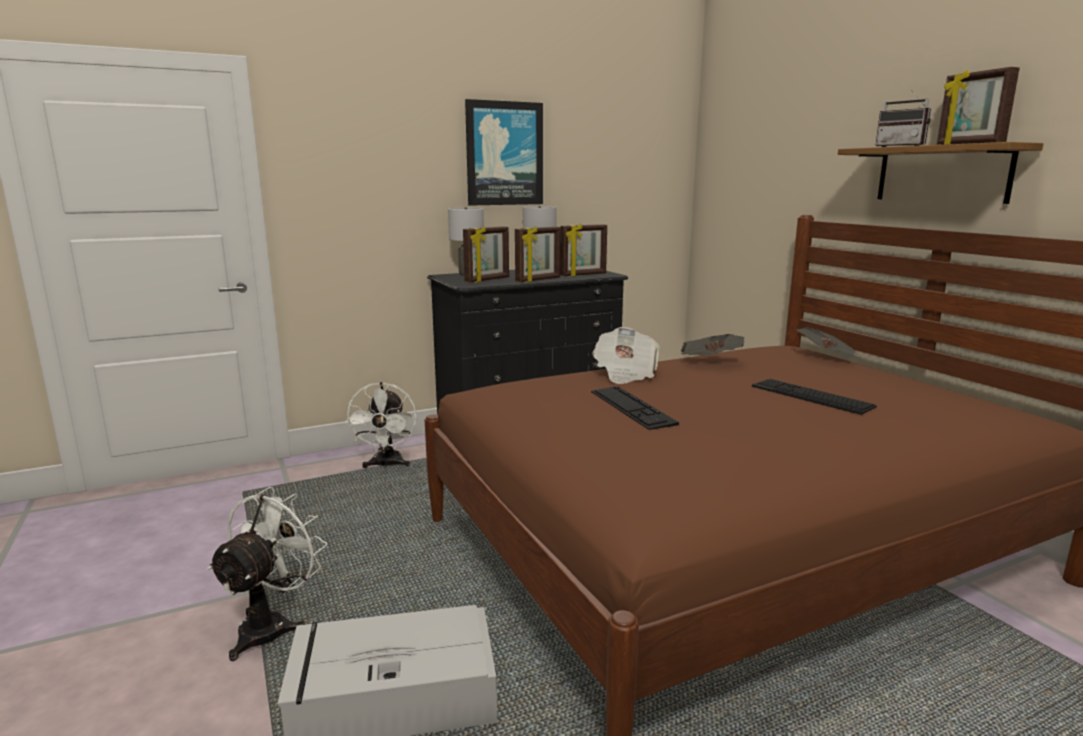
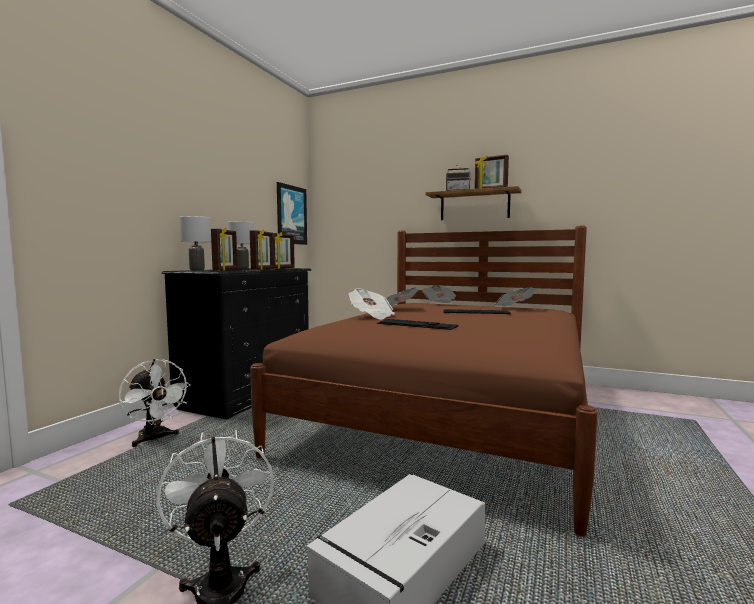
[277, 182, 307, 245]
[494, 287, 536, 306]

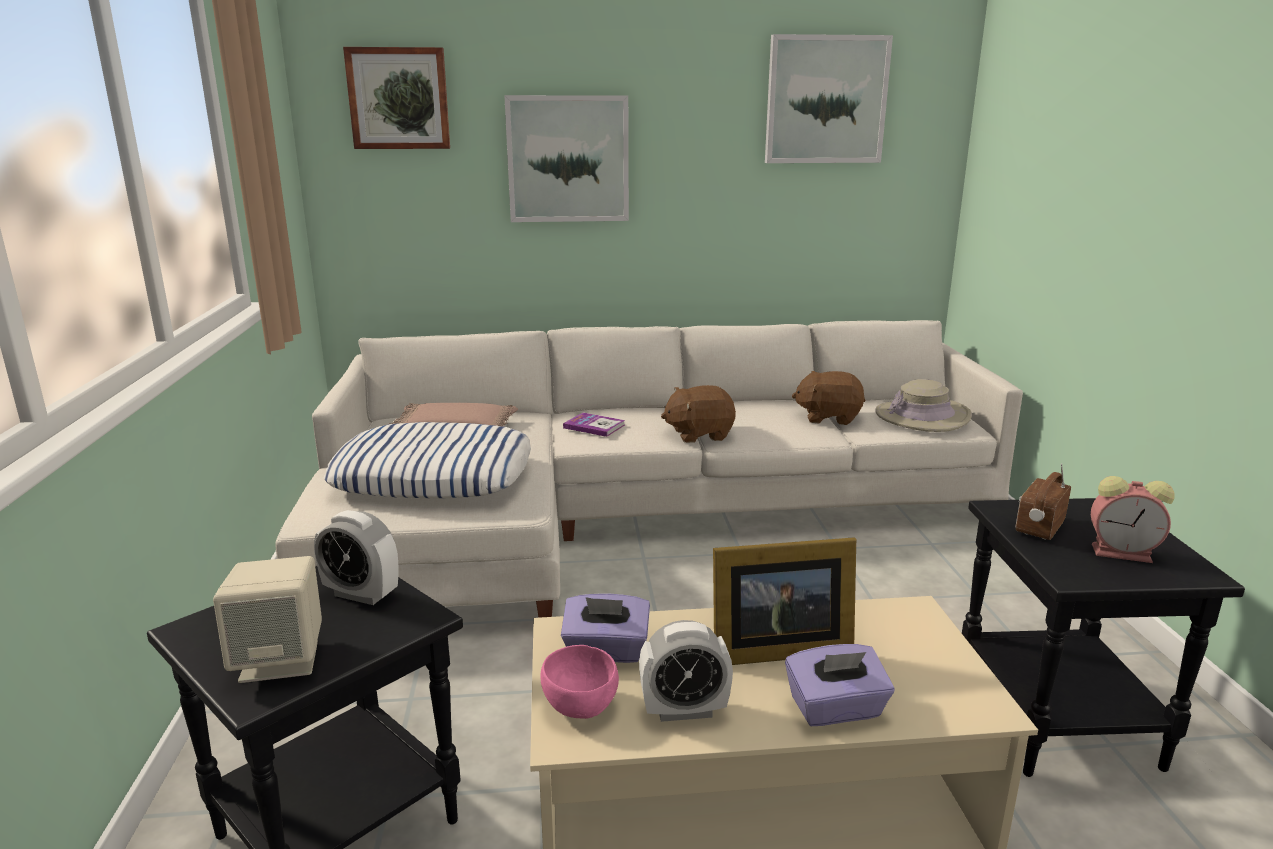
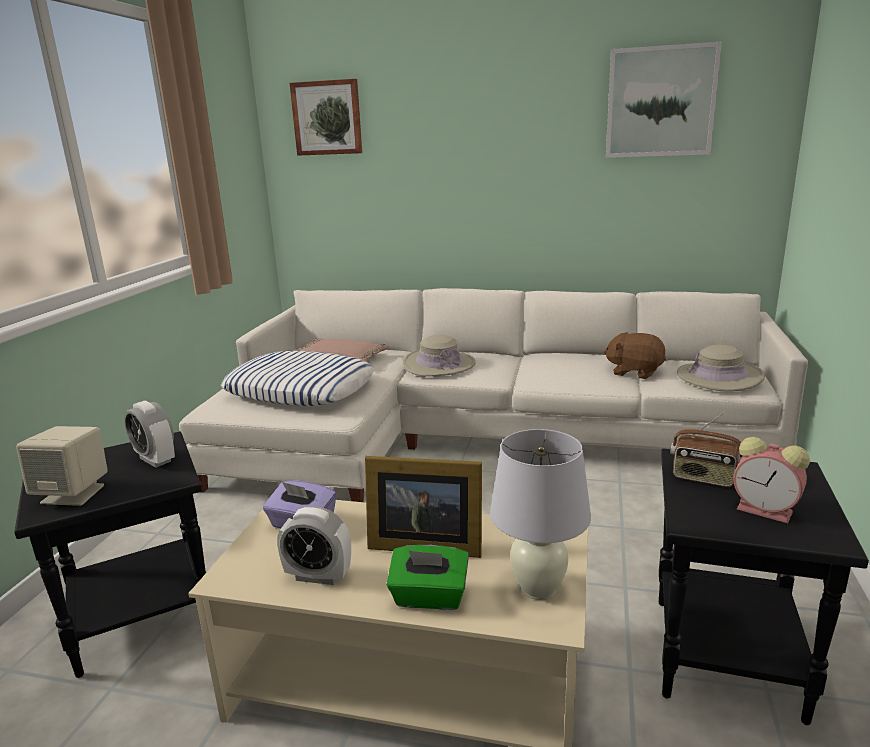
[504, 95, 629, 222] (first image)
[540, 645, 619, 719] (first image)
[403, 335, 476, 377]
[661, 385, 736, 443] (first image)
[386, 545, 469, 610]
[670, 412, 744, 487]
[490, 429, 591, 600]

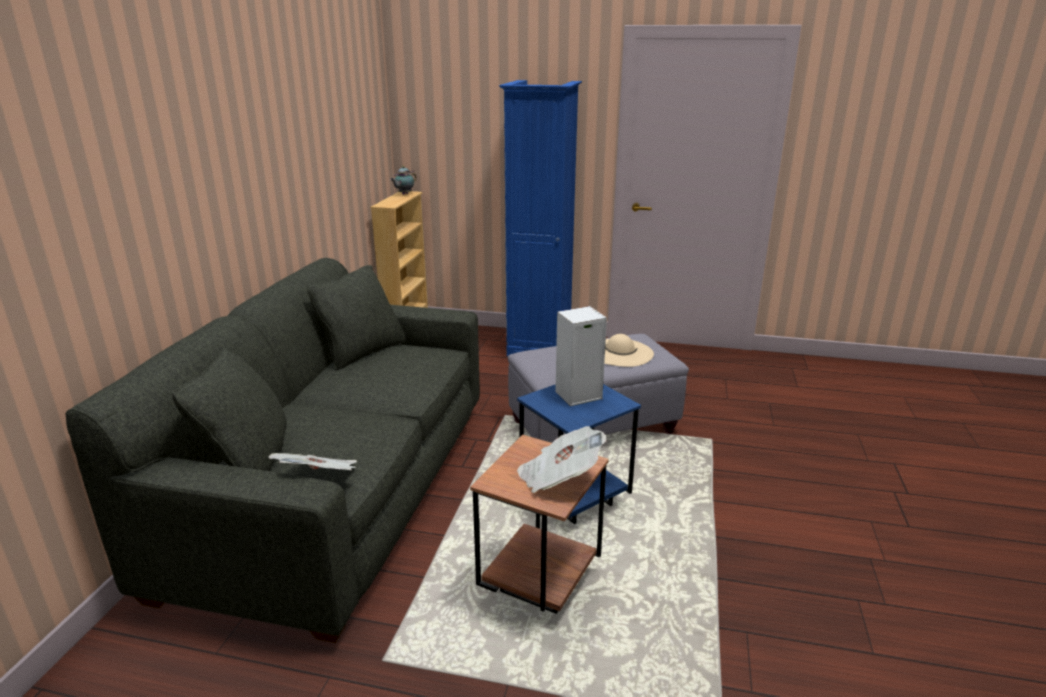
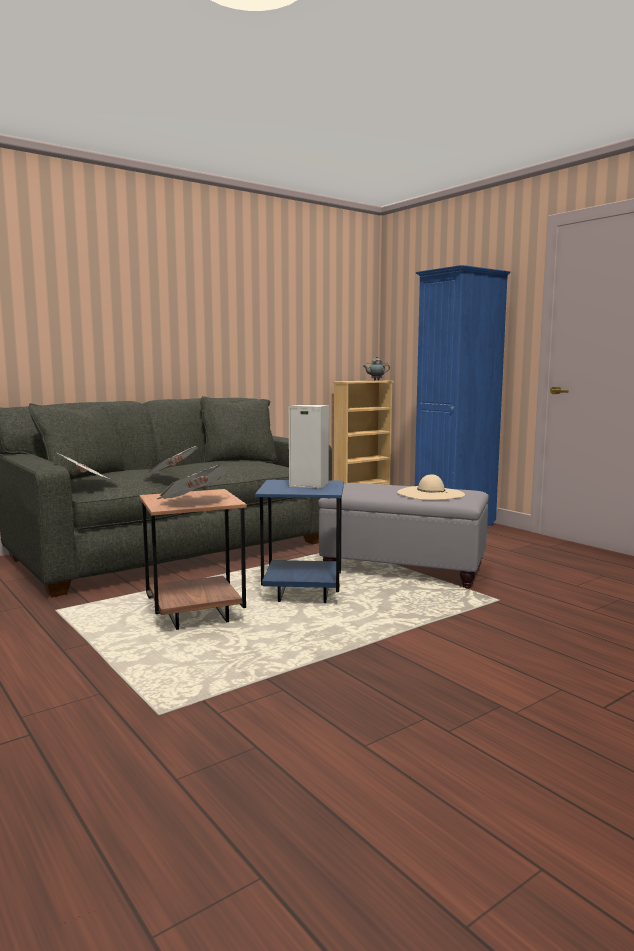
[145, 446, 198, 475]

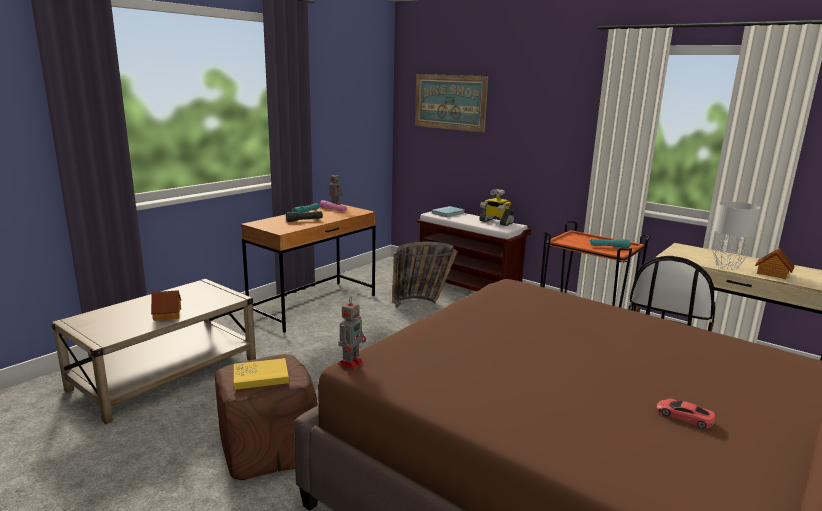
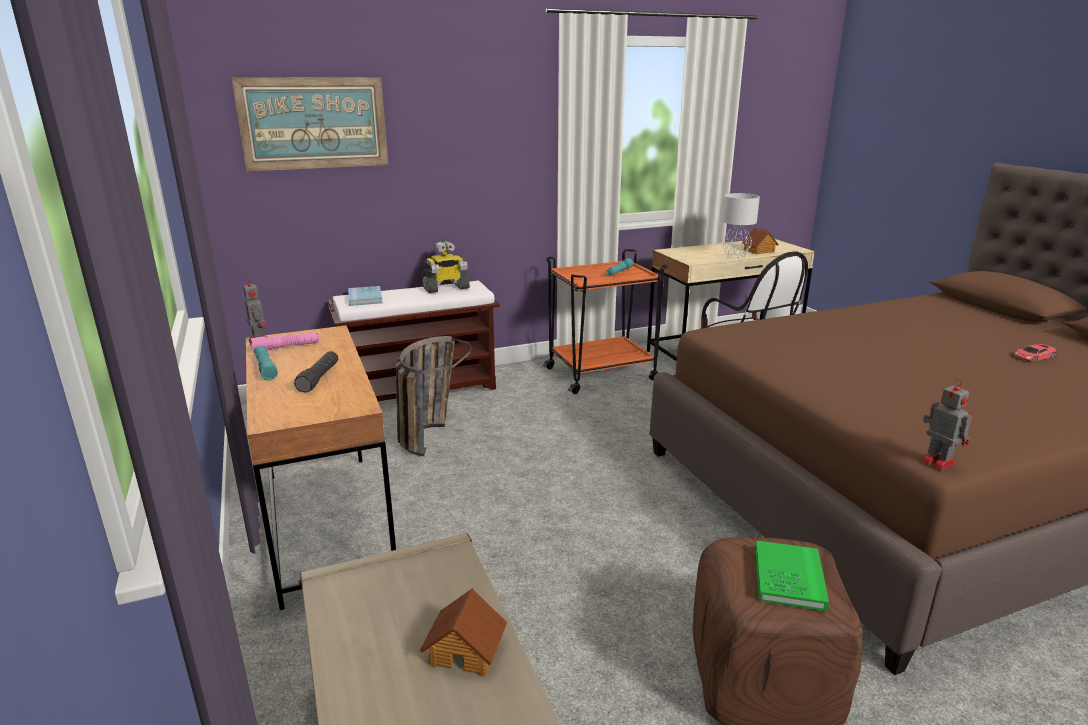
[755, 540, 829, 611]

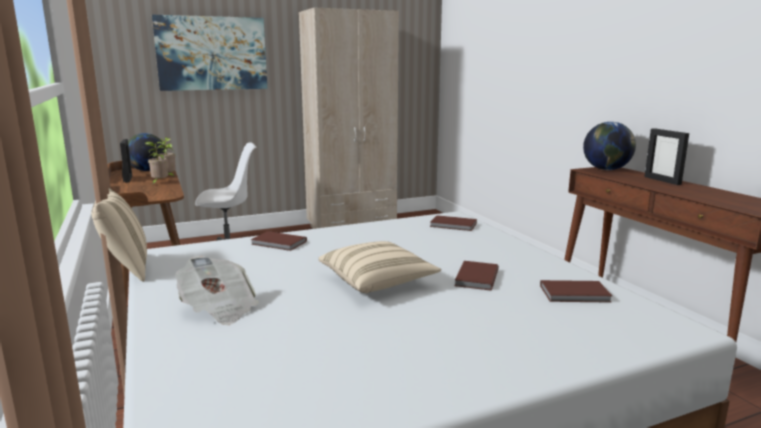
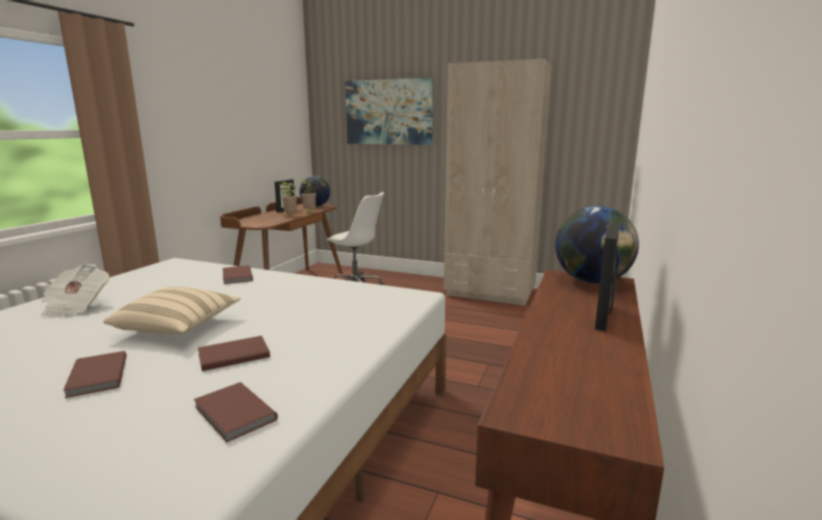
[91, 188, 147, 282] (first image)
[63, 351, 127, 398]

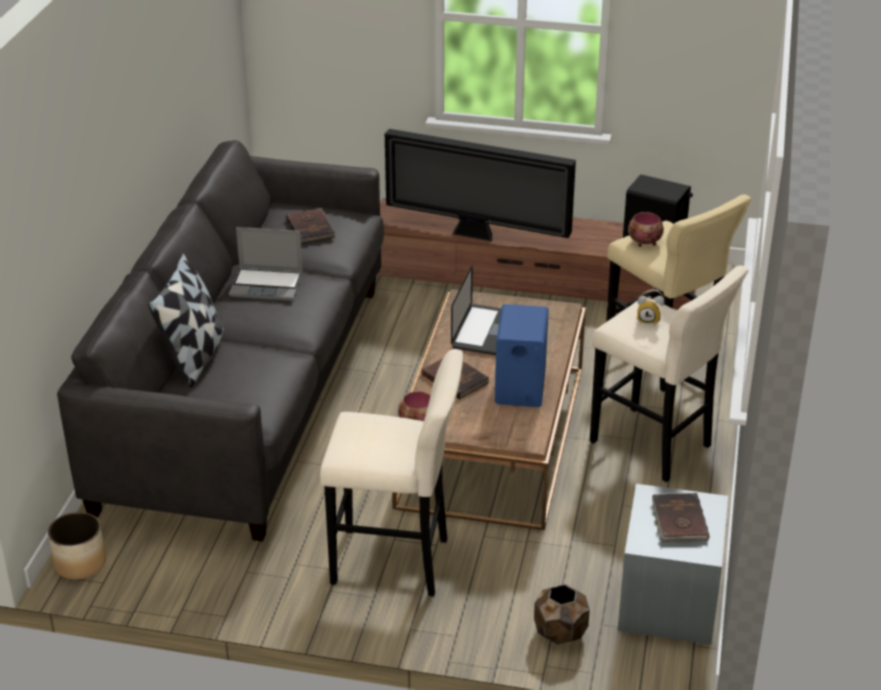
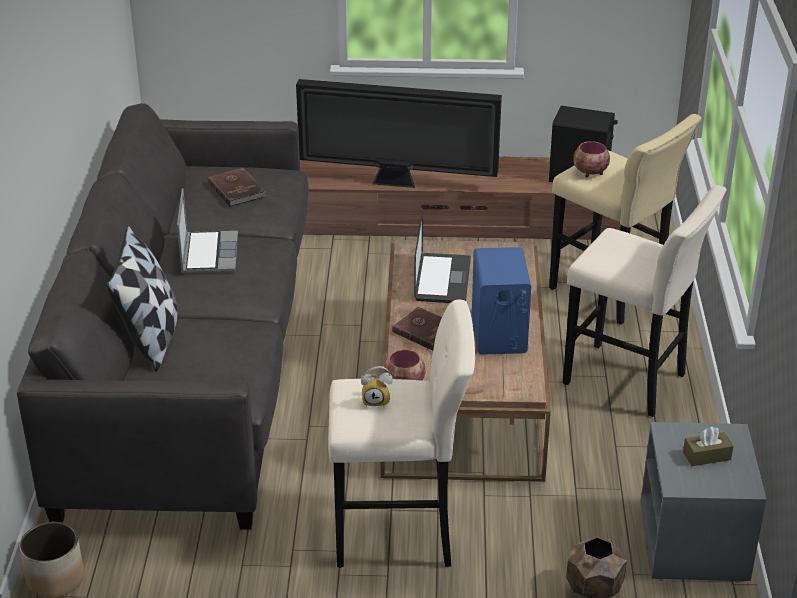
[177, 188, 238, 273]
[361, 366, 393, 407]
[683, 427, 734, 466]

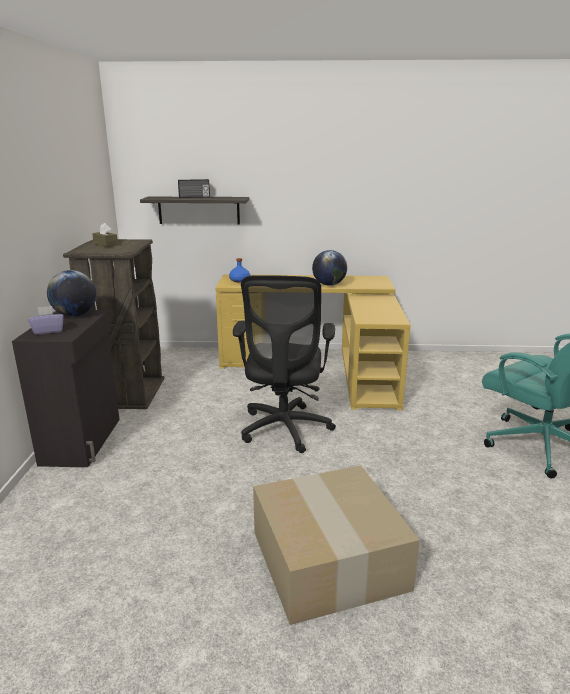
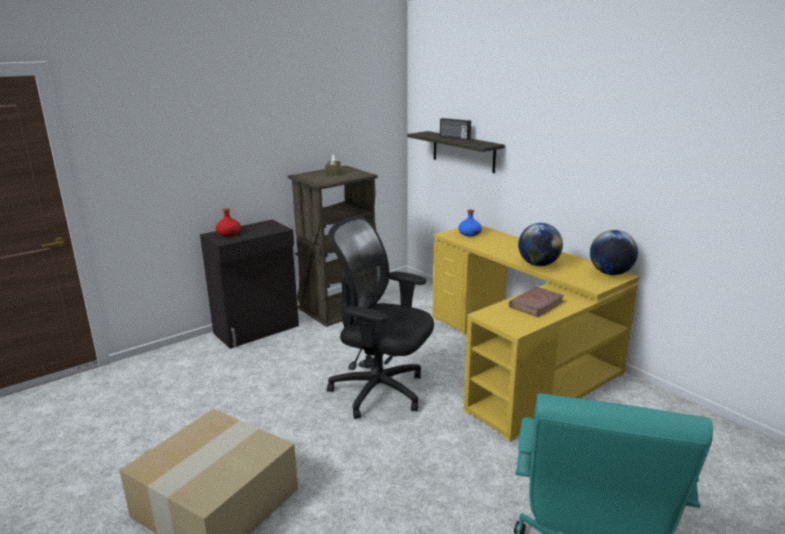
[216, 208, 241, 236]
[590, 230, 638, 275]
[327, 215, 434, 419]
[509, 287, 564, 317]

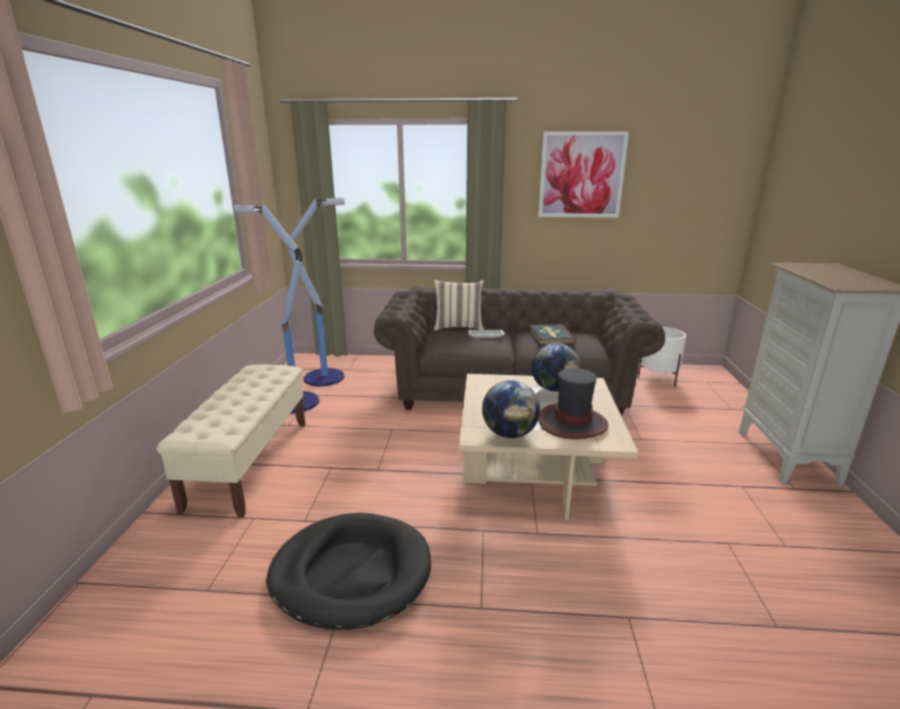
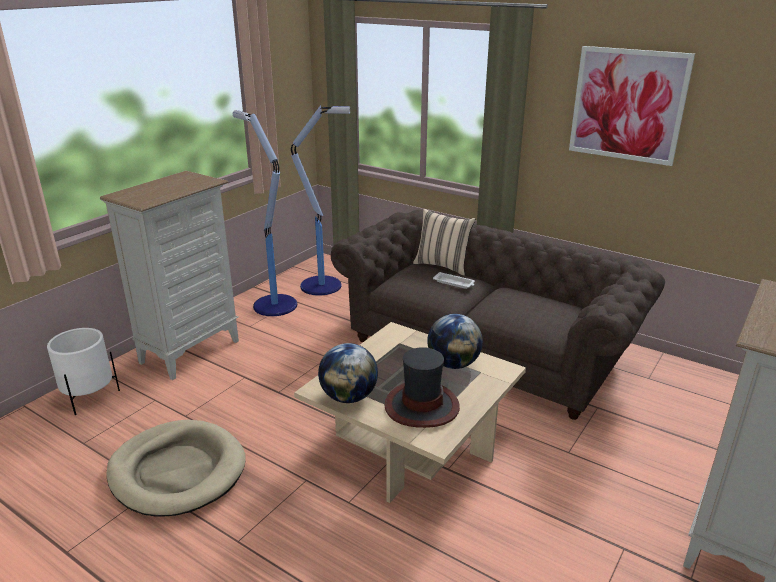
[100, 171, 239, 380]
[106, 420, 246, 516]
[529, 324, 576, 345] (first image)
[47, 328, 120, 415]

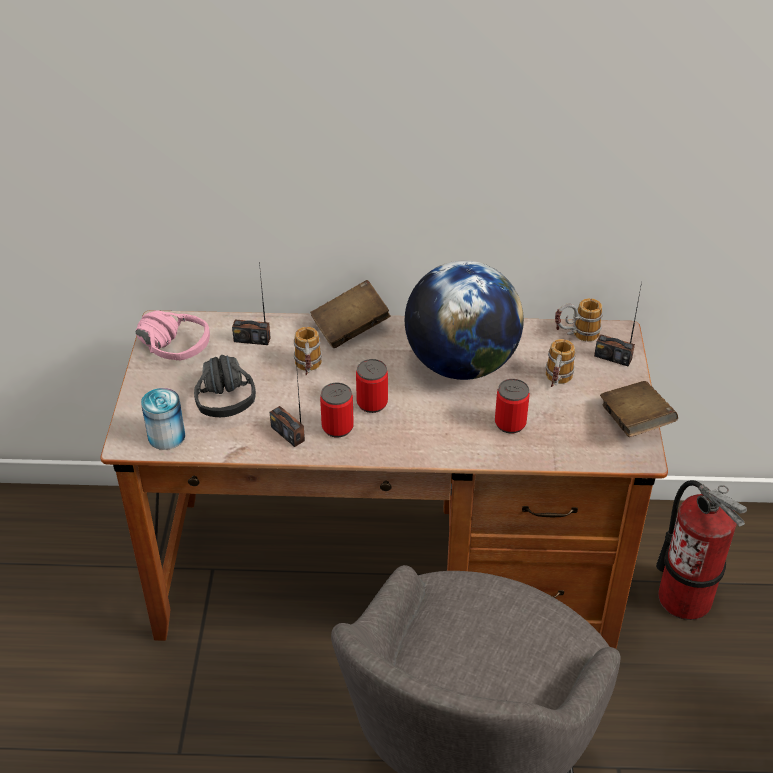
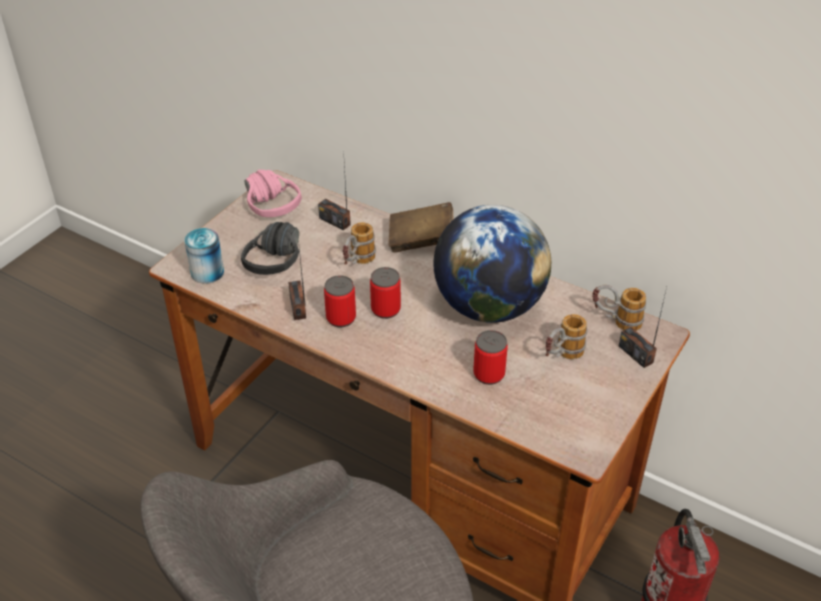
[600, 381, 678, 437] (first image)

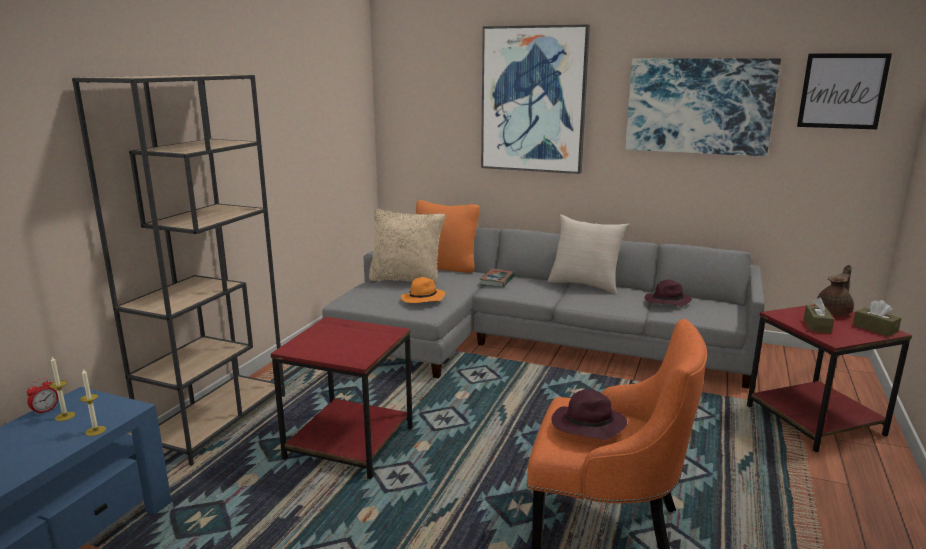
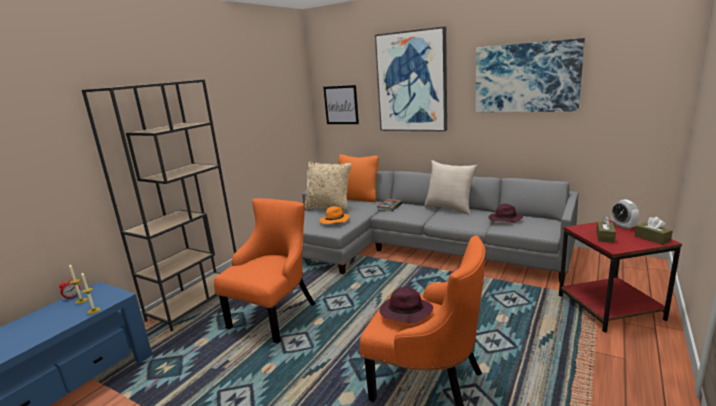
[214, 198, 315, 344]
[323, 85, 359, 124]
[611, 199, 639, 229]

